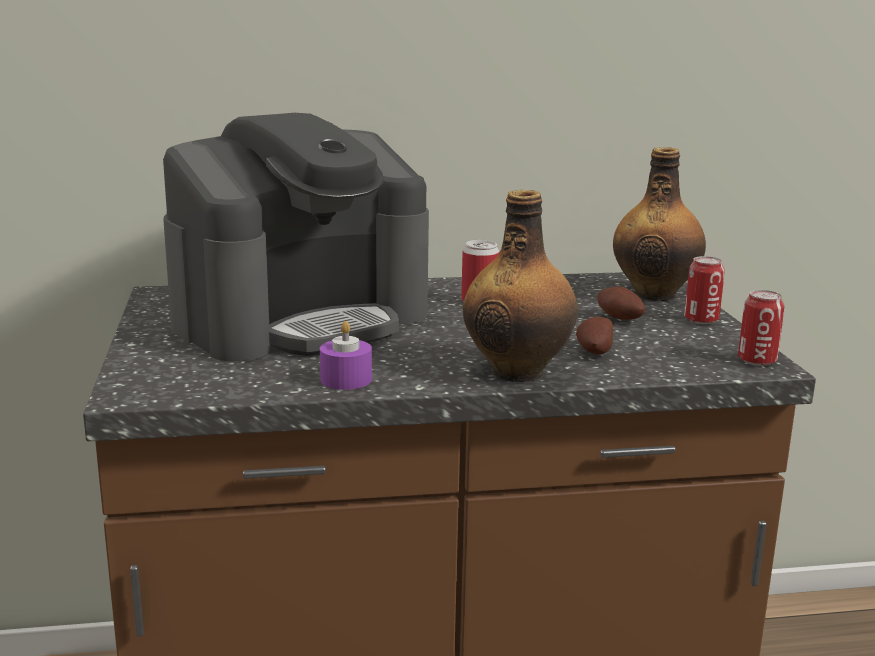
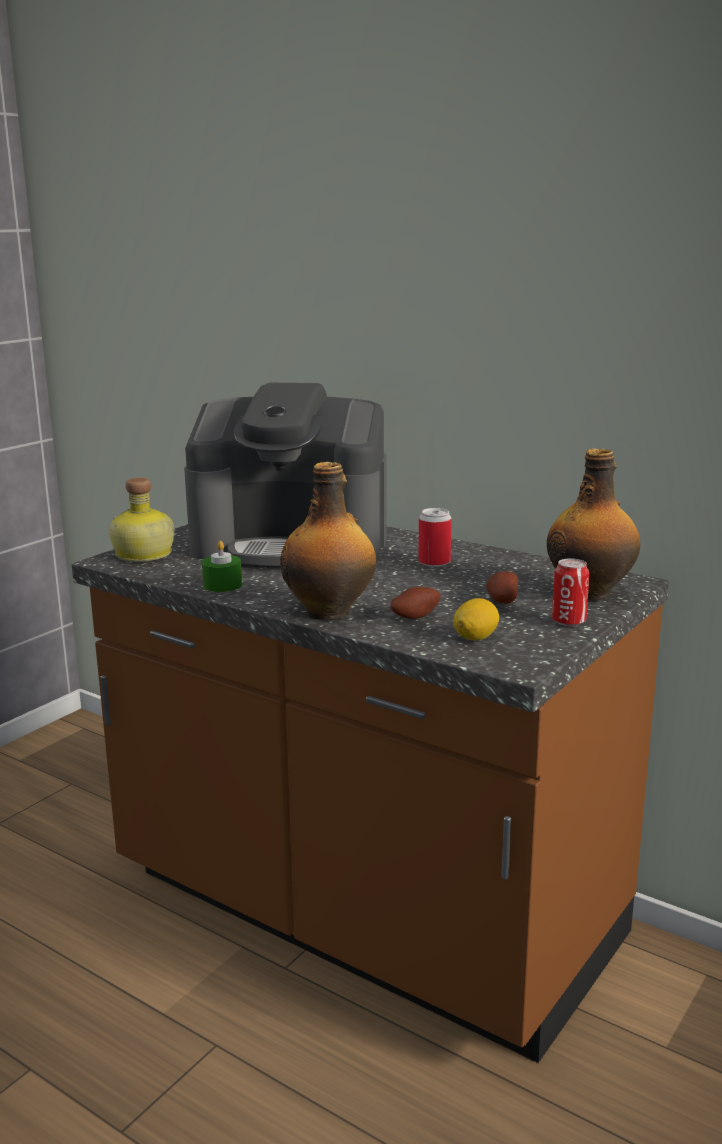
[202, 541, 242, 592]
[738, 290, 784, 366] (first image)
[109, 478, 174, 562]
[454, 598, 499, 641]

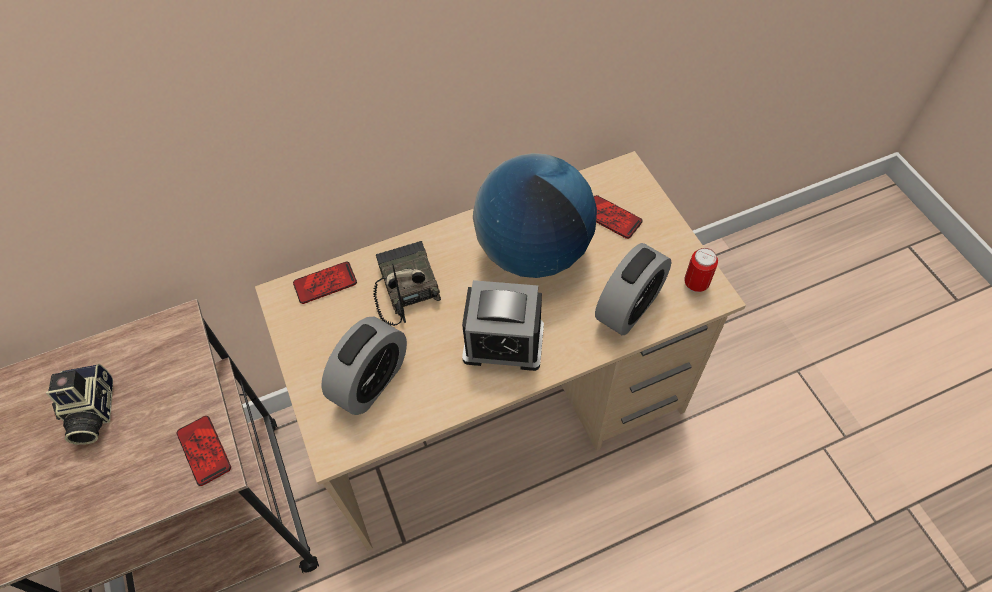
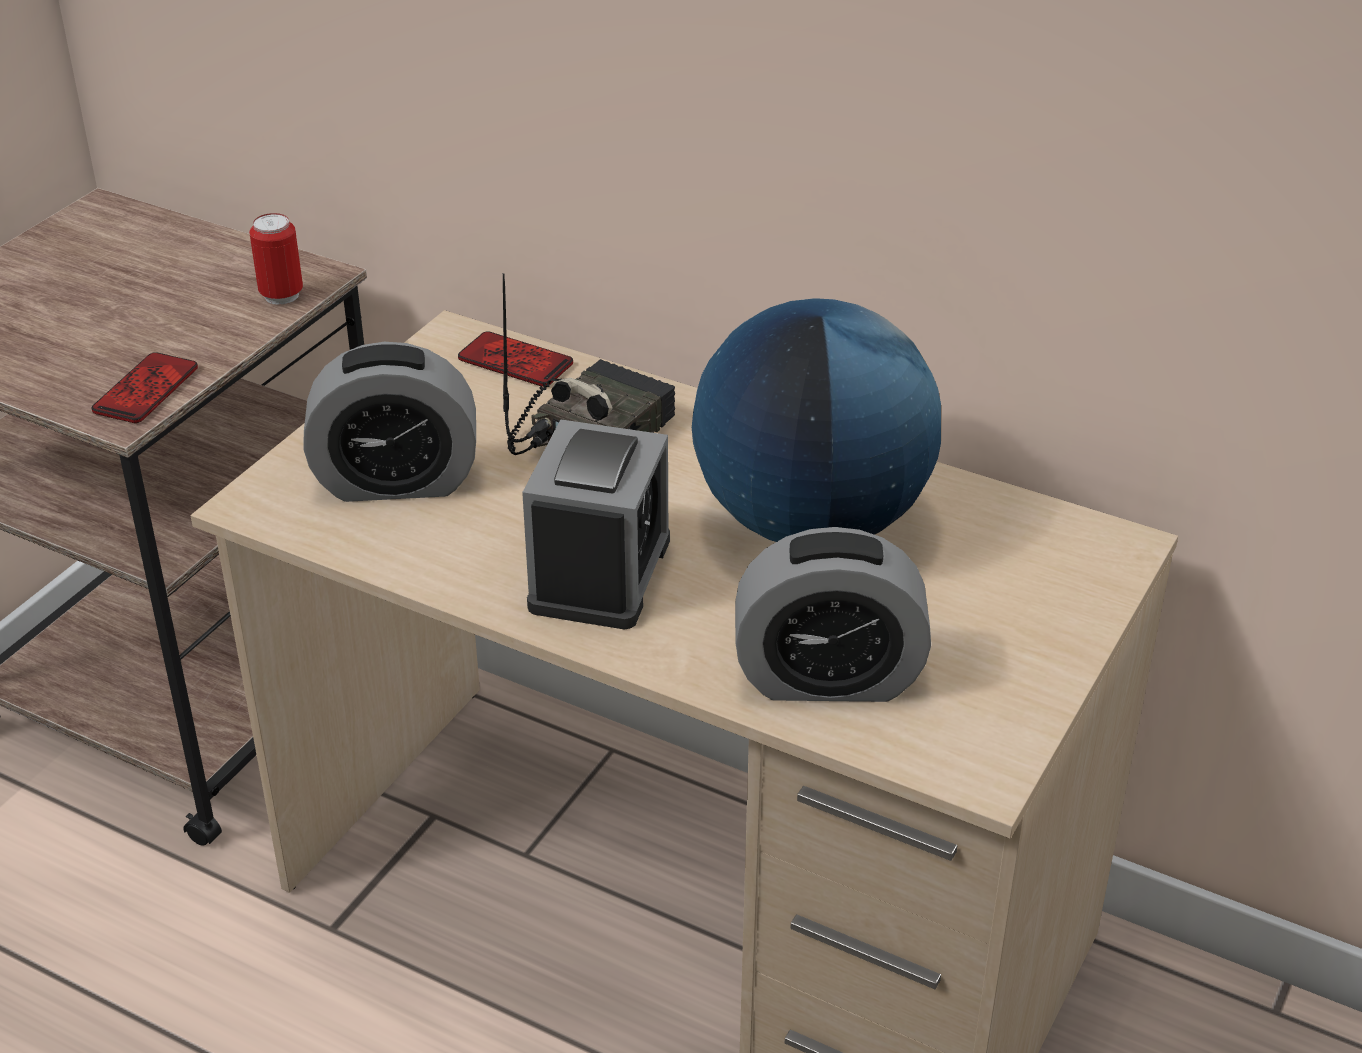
[46, 364, 113, 445] (first image)
[522, 419, 670, 630]
[594, 195, 643, 239] (first image)
[249, 213, 303, 305]

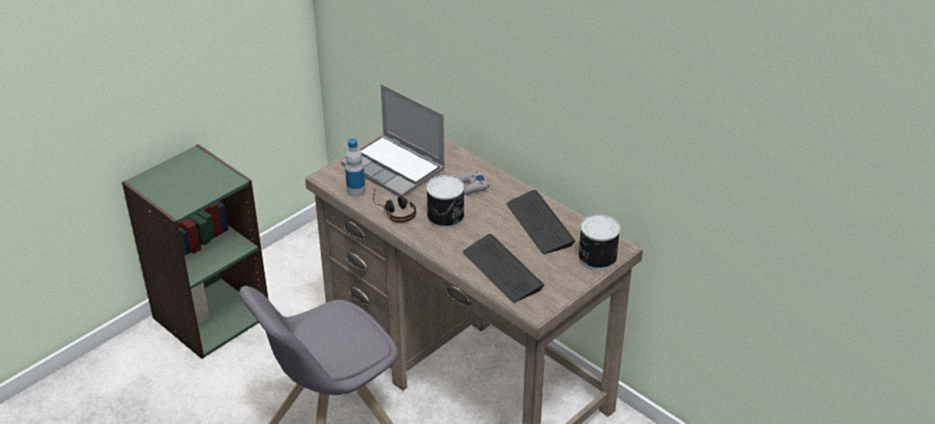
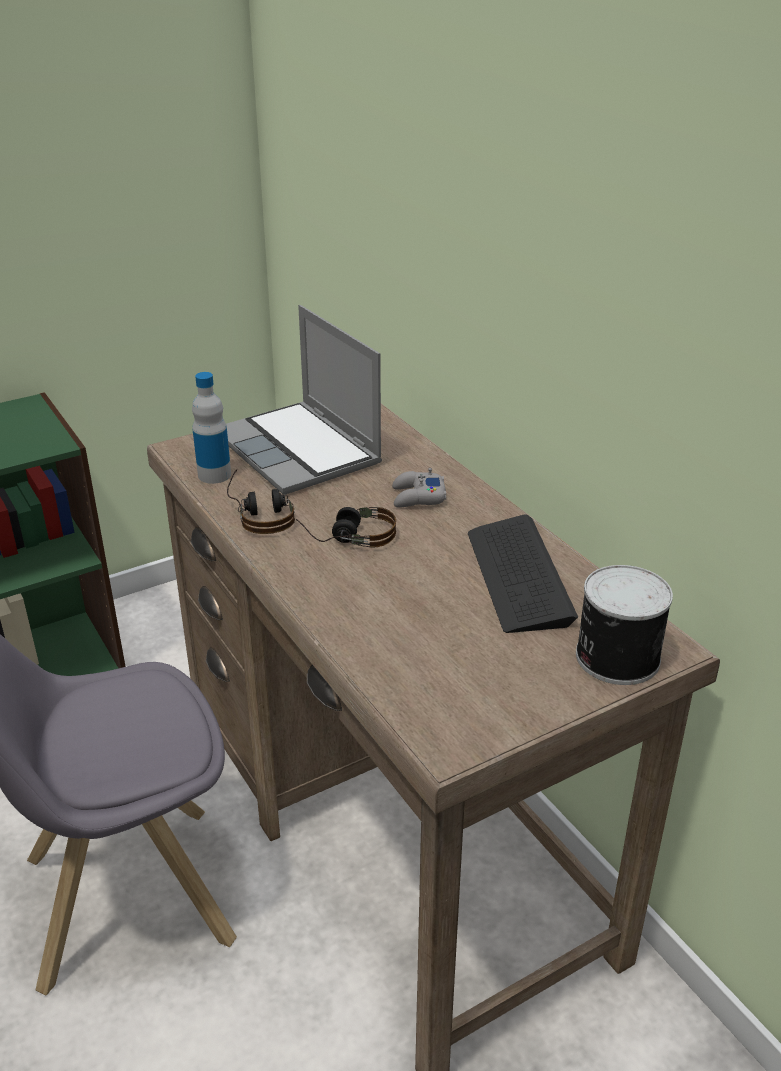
[296, 507, 396, 548]
[463, 234, 544, 303] (first image)

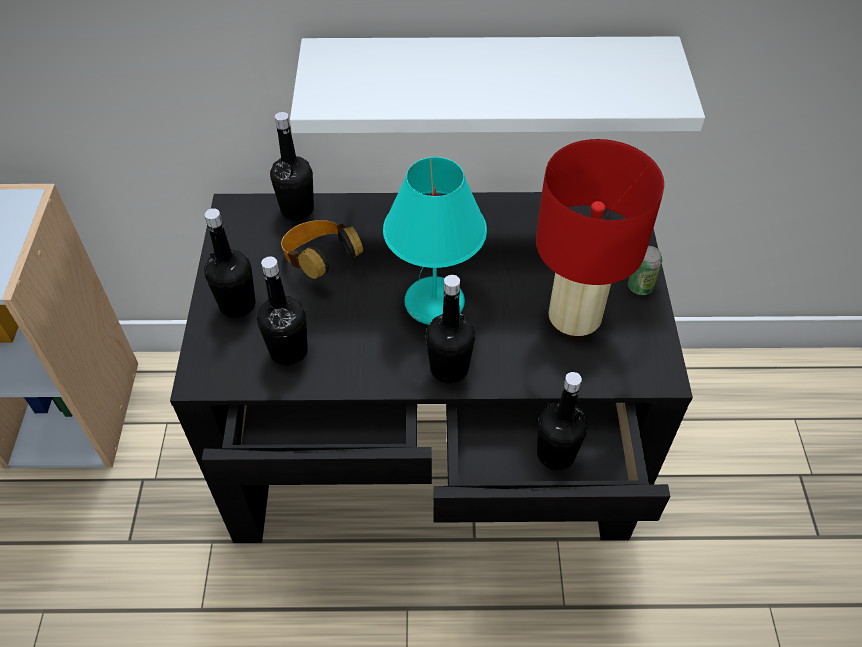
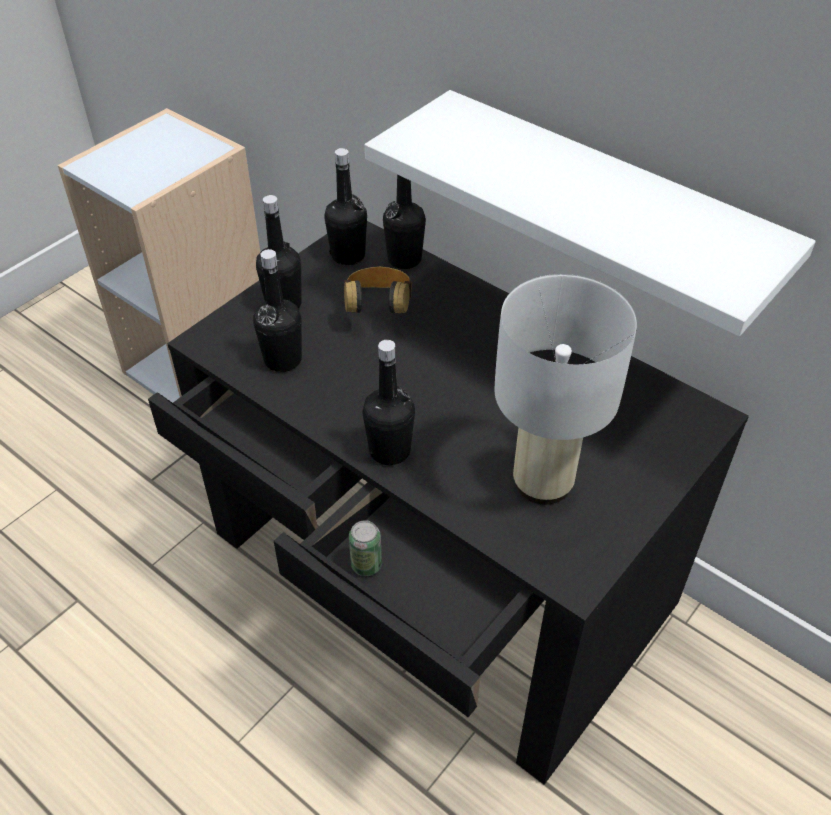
[383, 157, 487, 325] (first image)
[495, 274, 637, 505]
[324, 148, 367, 265]
[349, 520, 382, 576]

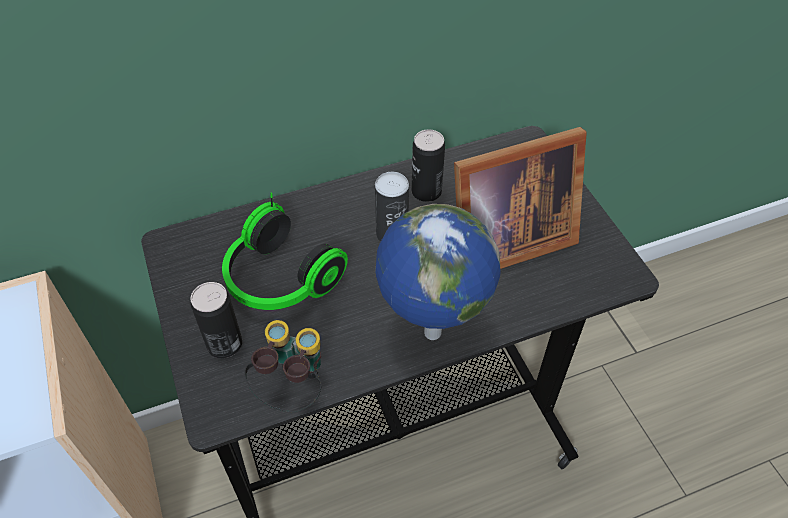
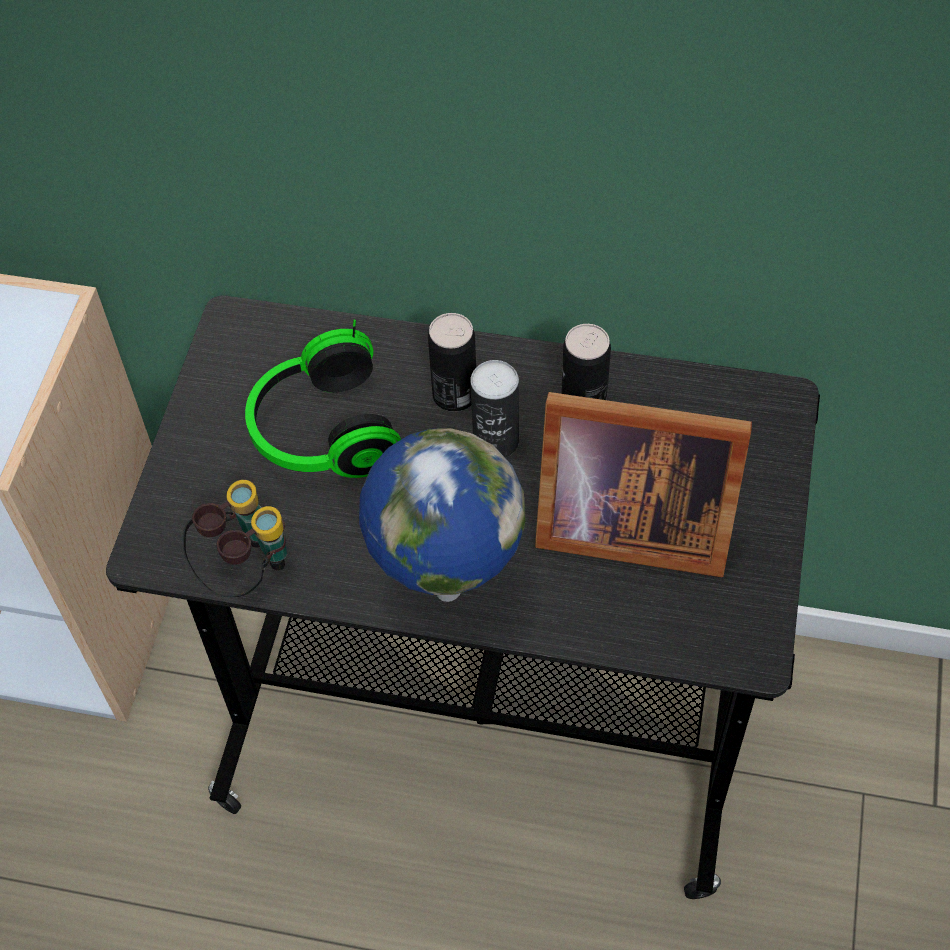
[428, 313, 476, 412]

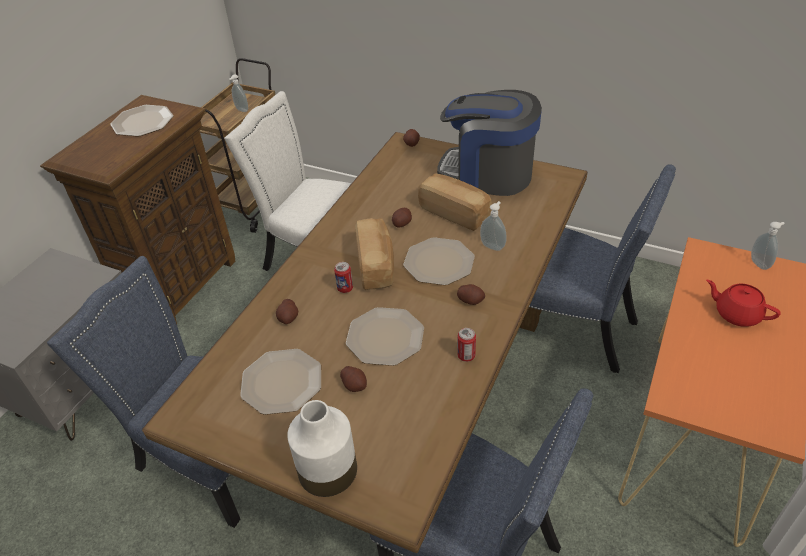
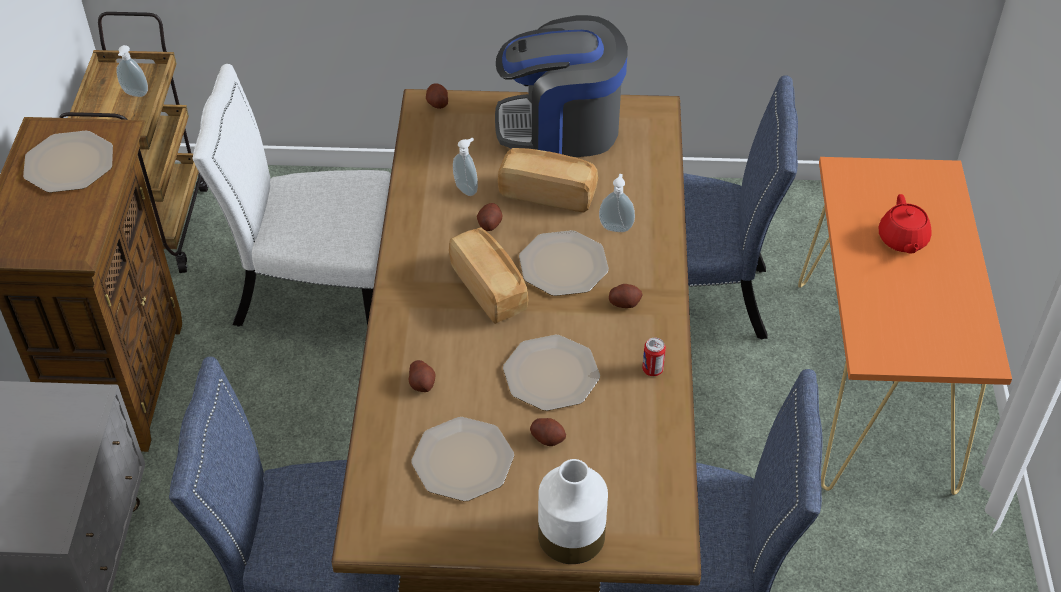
[334, 262, 353, 293] (first image)
[879, 194, 932, 254]
[453, 138, 478, 196]

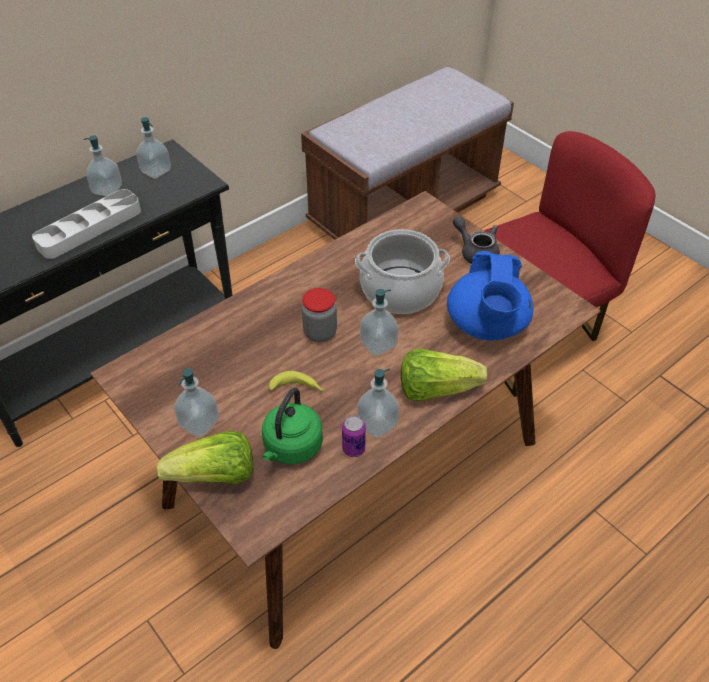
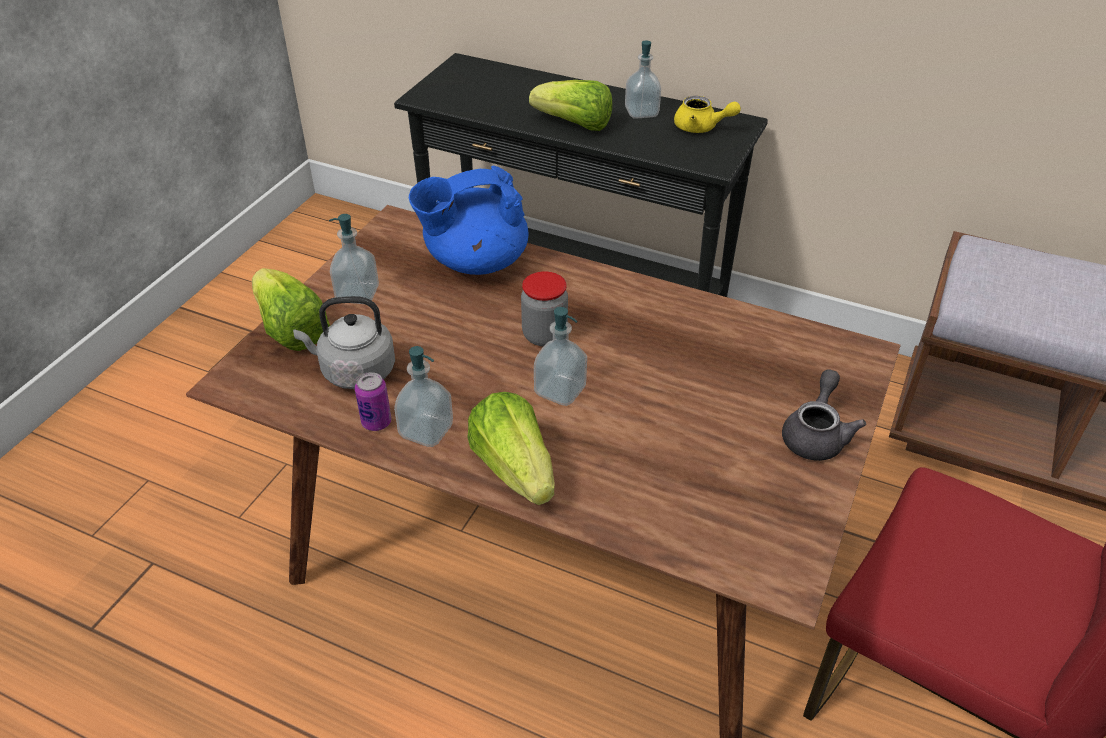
[529, 80, 612, 131]
[674, 96, 741, 133]
[293, 296, 395, 389]
[269, 371, 325, 392] (first image)
[355, 229, 450, 314] (first image)
[409, 166, 528, 275]

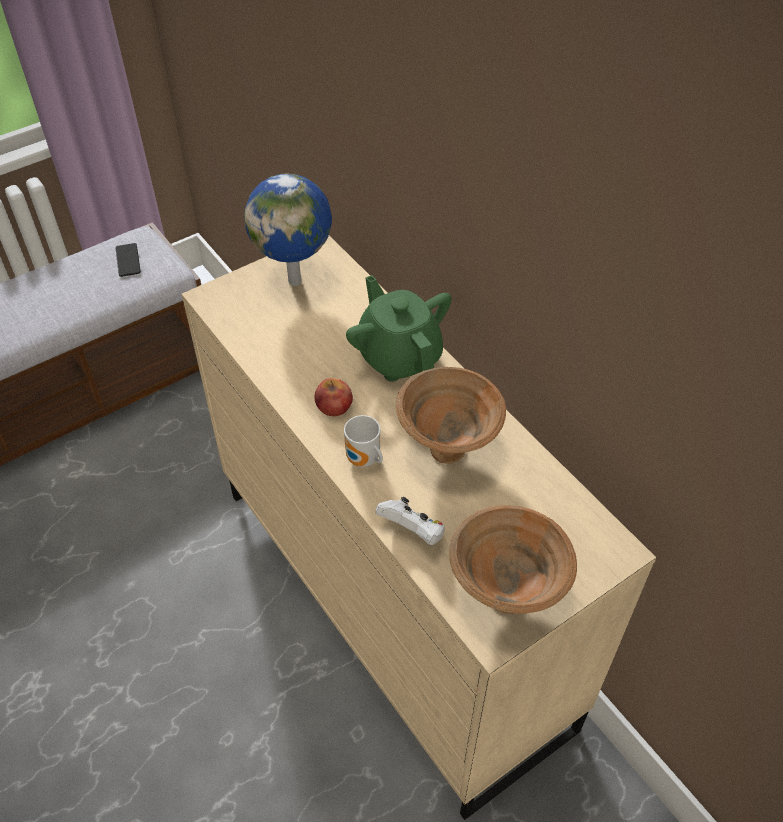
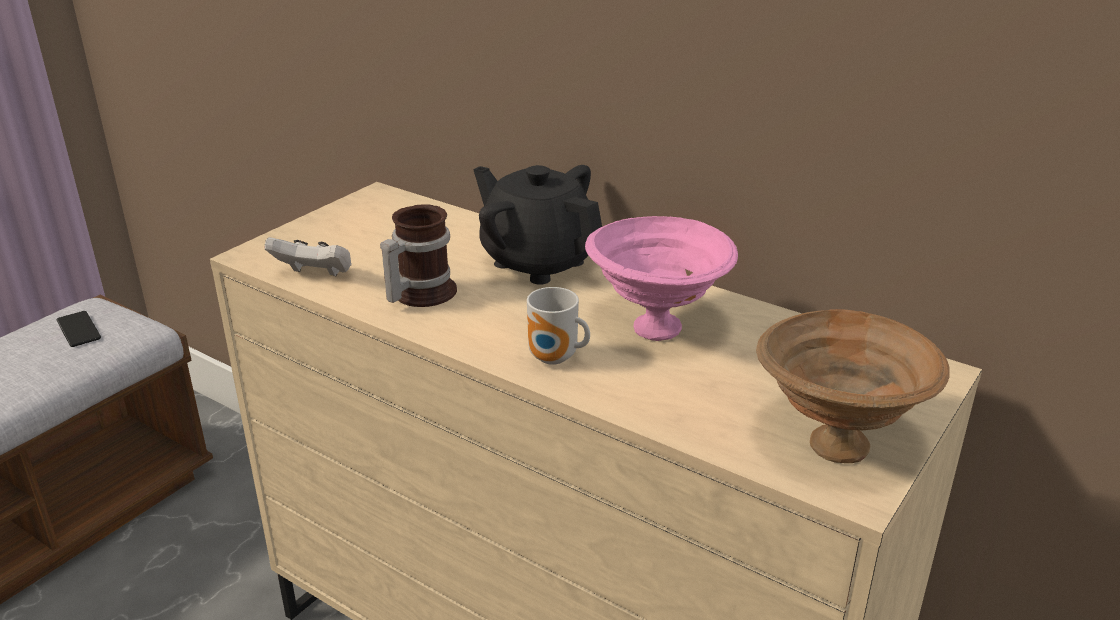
[244, 173, 332, 286] (first image)
[314, 378, 353, 416] (first image)
[474, 165, 602, 285]
[265, 237, 352, 276]
[585, 216, 738, 341]
[380, 204, 457, 307]

